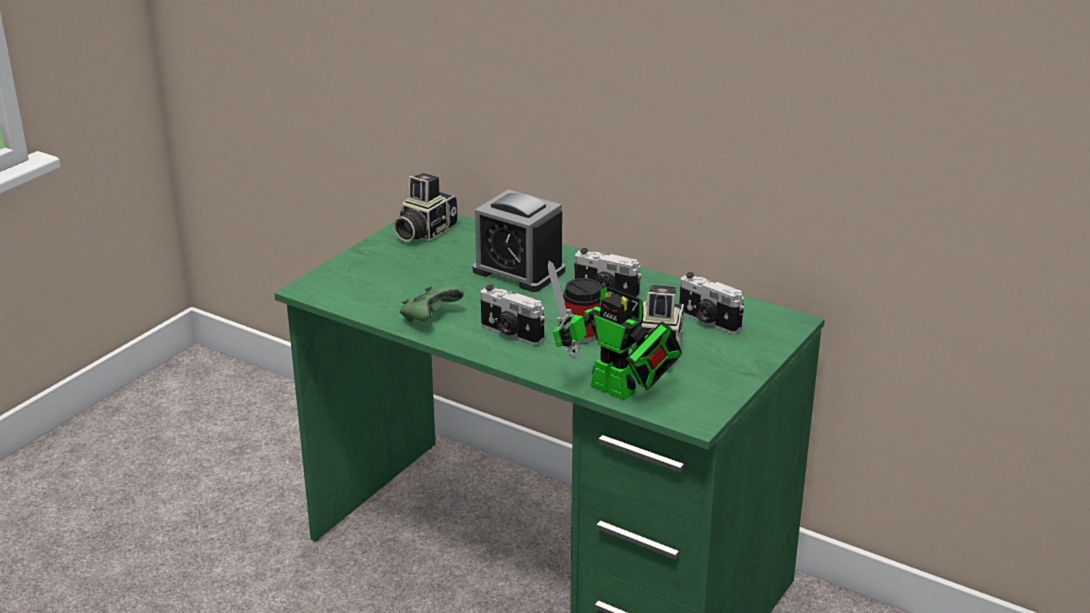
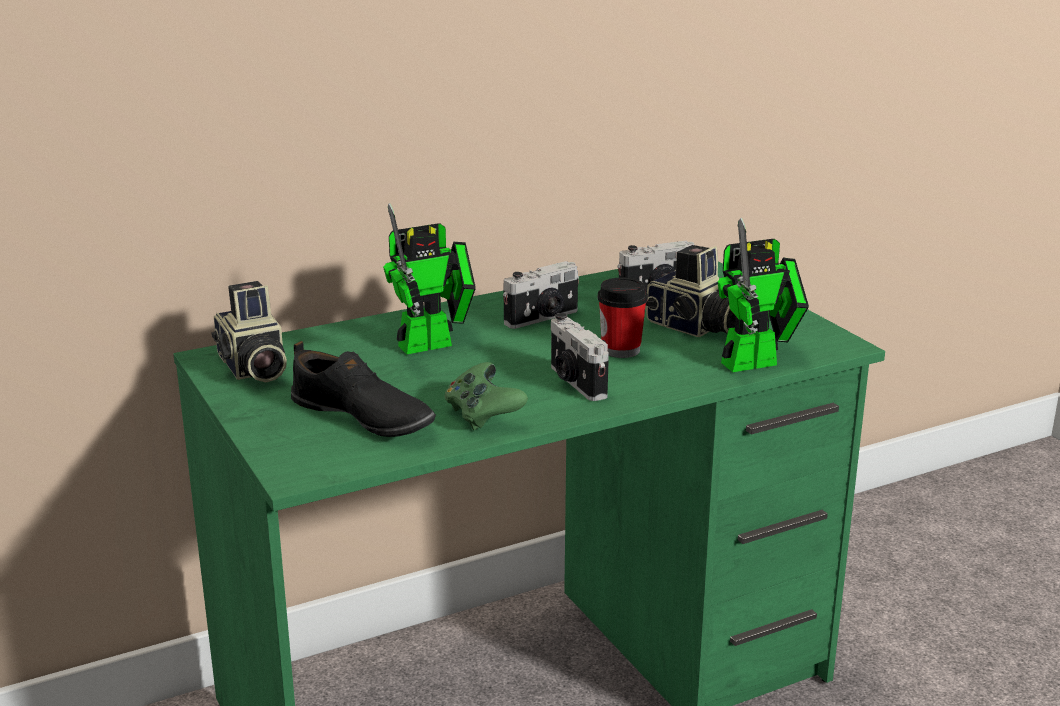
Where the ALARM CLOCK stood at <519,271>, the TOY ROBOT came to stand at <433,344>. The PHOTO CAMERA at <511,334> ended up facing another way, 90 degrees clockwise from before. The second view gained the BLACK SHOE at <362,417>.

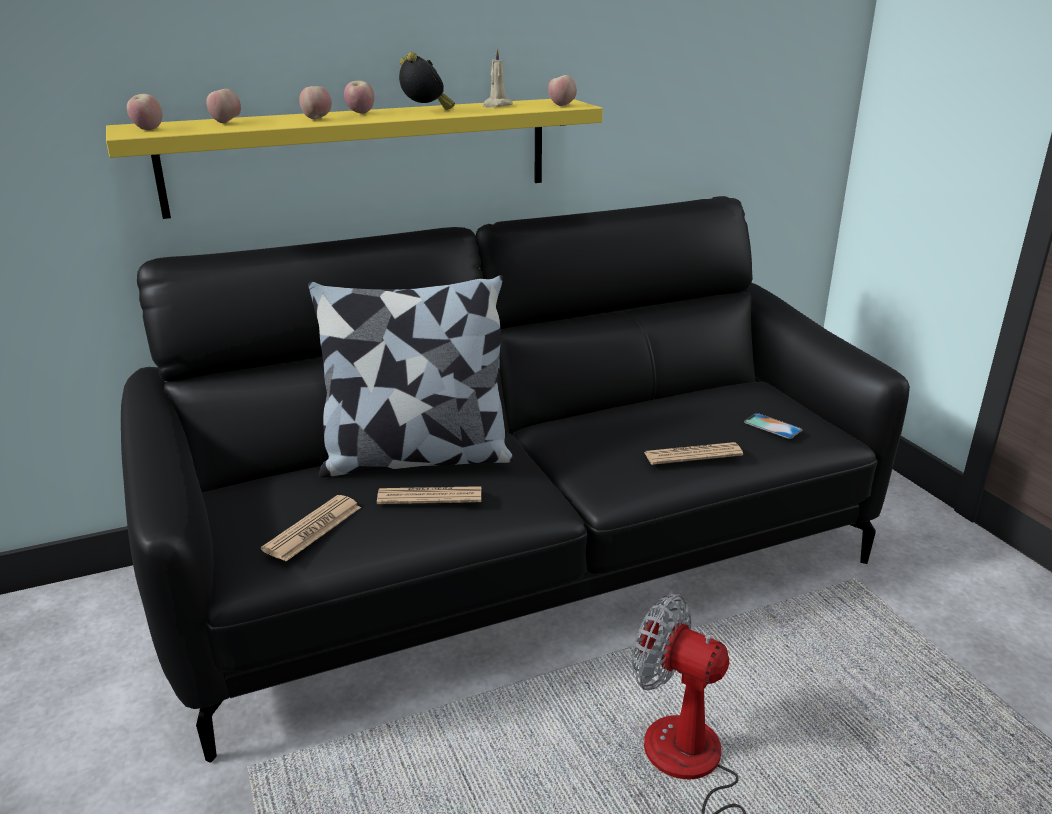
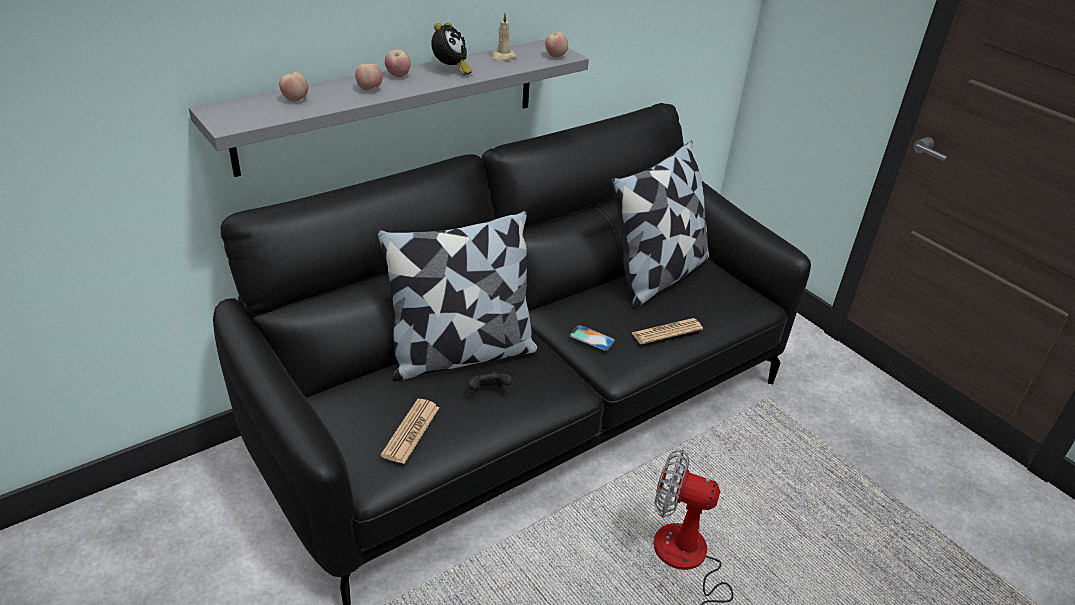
The ALARM CLOCK at <425,111> ended up facing another way, 60 degrees clockwise from before. The second view lost the APPLE at <148,129>. What was the YELLOW SHELF at <362,155> turned into the GREY SHELF at <392,104>. The PHONE ended up elsewhere, having gone from <772,426> to <592,338>. Where the NEWSPAPER stood at <430,496>, the BLACK GAME CONTROLLER came to stand at <488,391>. The second view gained the PILLOW at <657,275>.

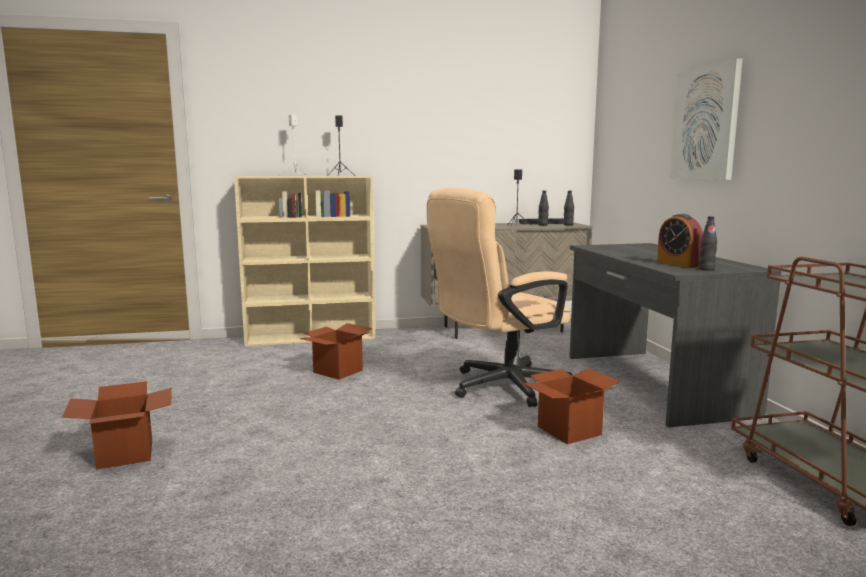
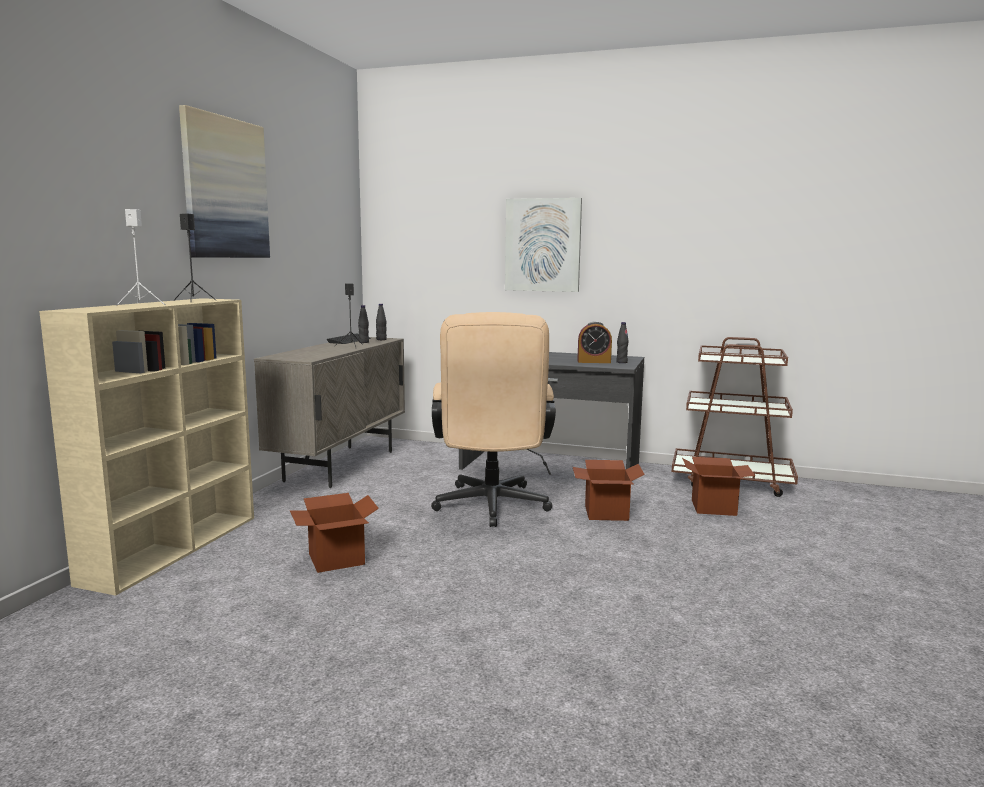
The CARDBOARD BOX ended up elsewhere, having gone from <125,454> to <713,508>. The second view gained the PICTURE at <225,188>.

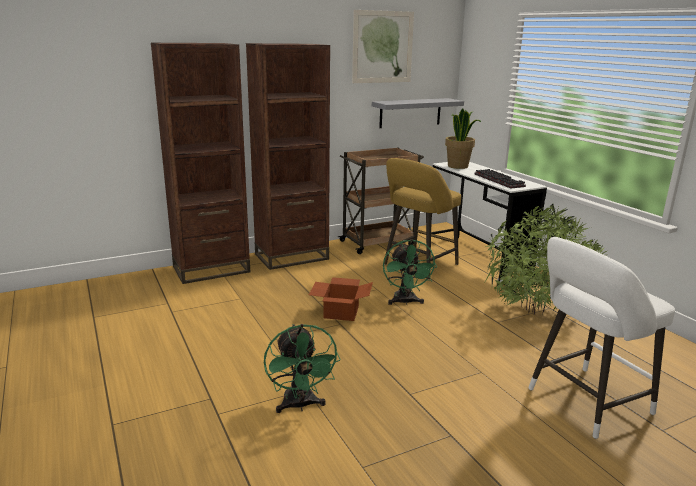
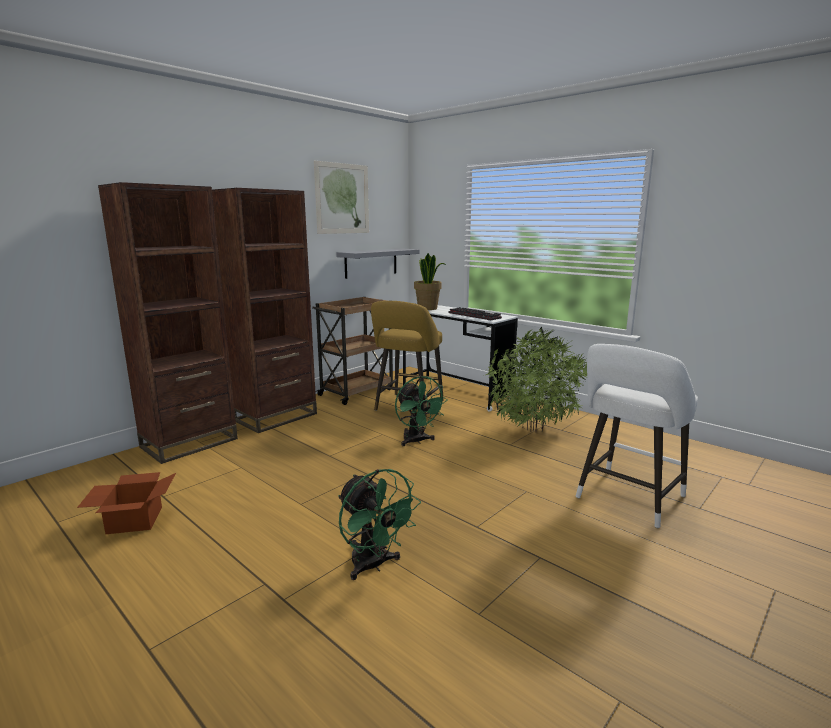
The CARDBOARD BOX ended up elsewhere, having gone from <340,312> to <133,520>.

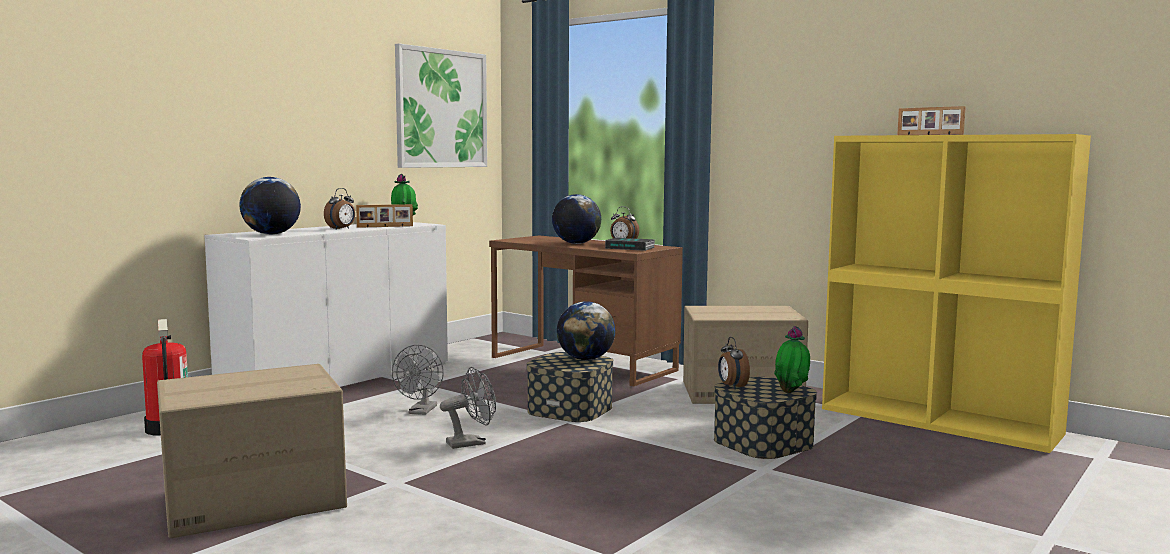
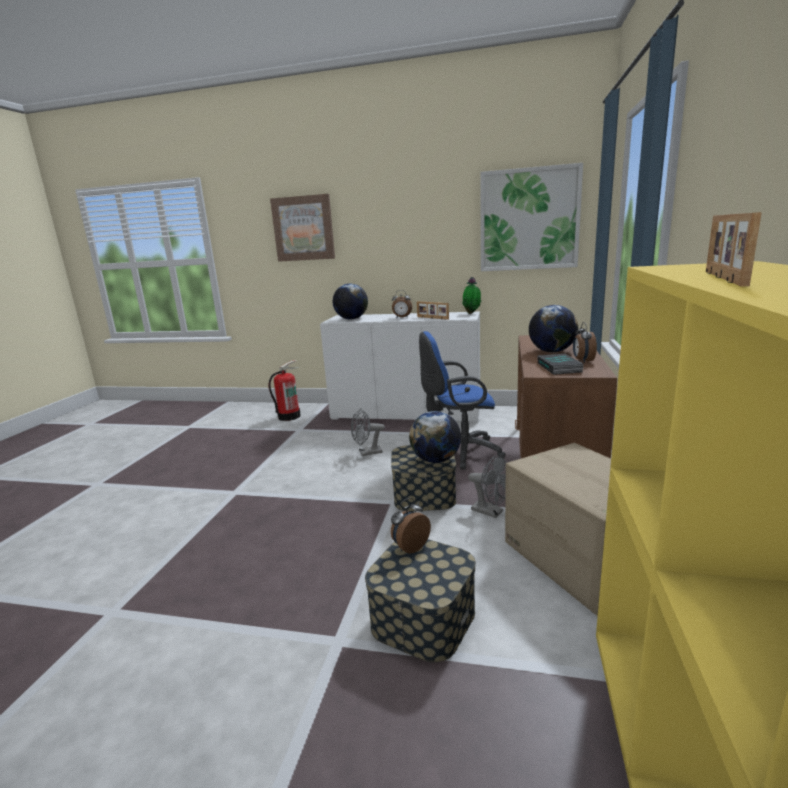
The second view lost the POTTED PLANT at <791,392>. The second view lost the CARDBOARD BOX at <253,502>. The GREY FAN ended up elsewhere, having gone from <471,443> to <491,512>. The second view gained the PICTURE at <303,228>. The second view gained the BLUE OFFICE CHAIR at <459,453>.

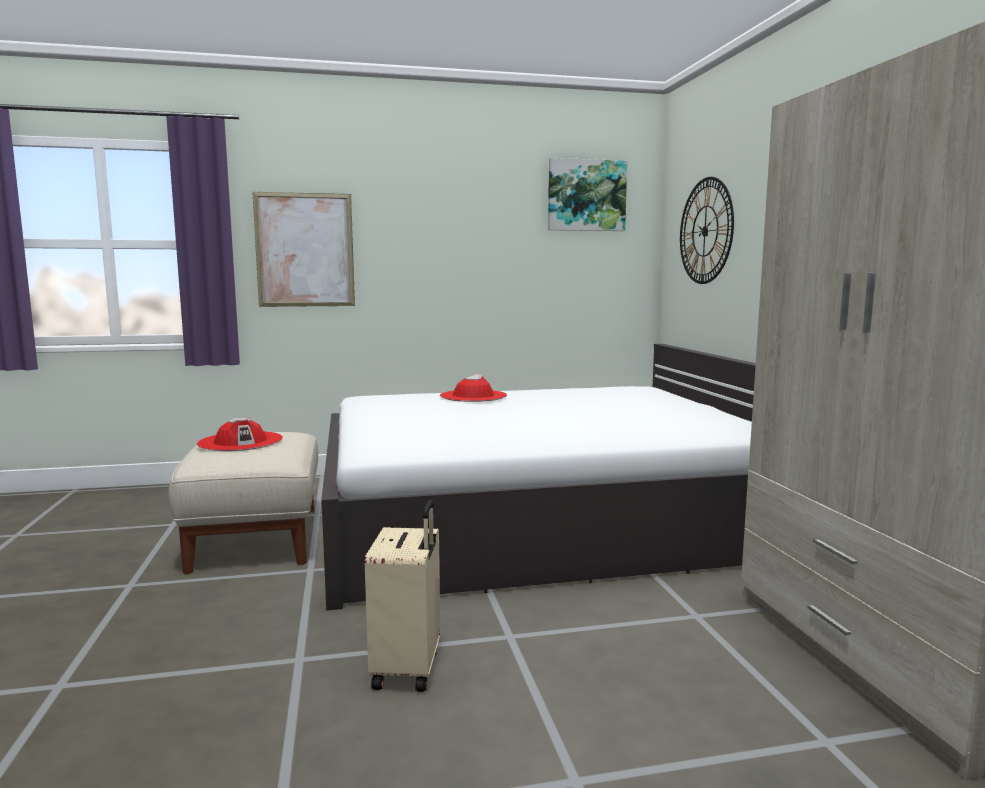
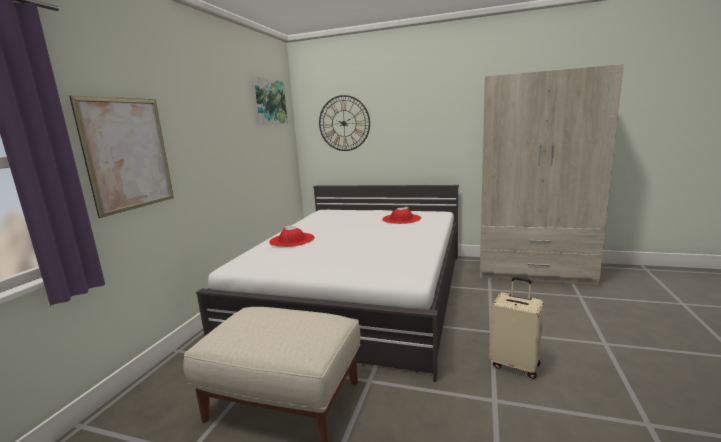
The RED HAT ended up elsewhere, having gone from <240,441> to <401,219>.

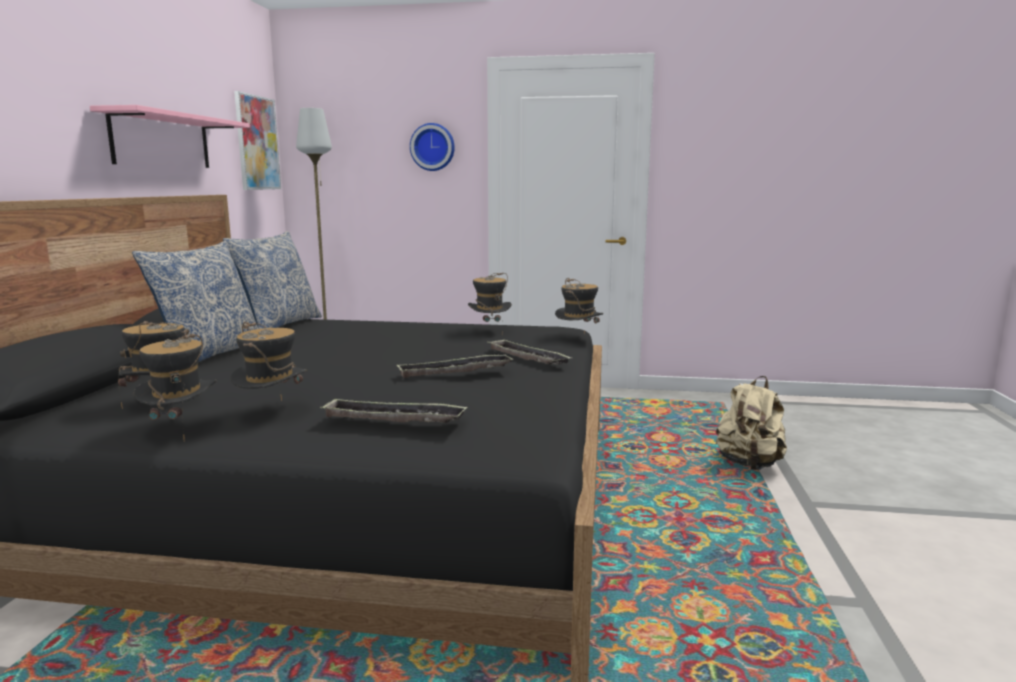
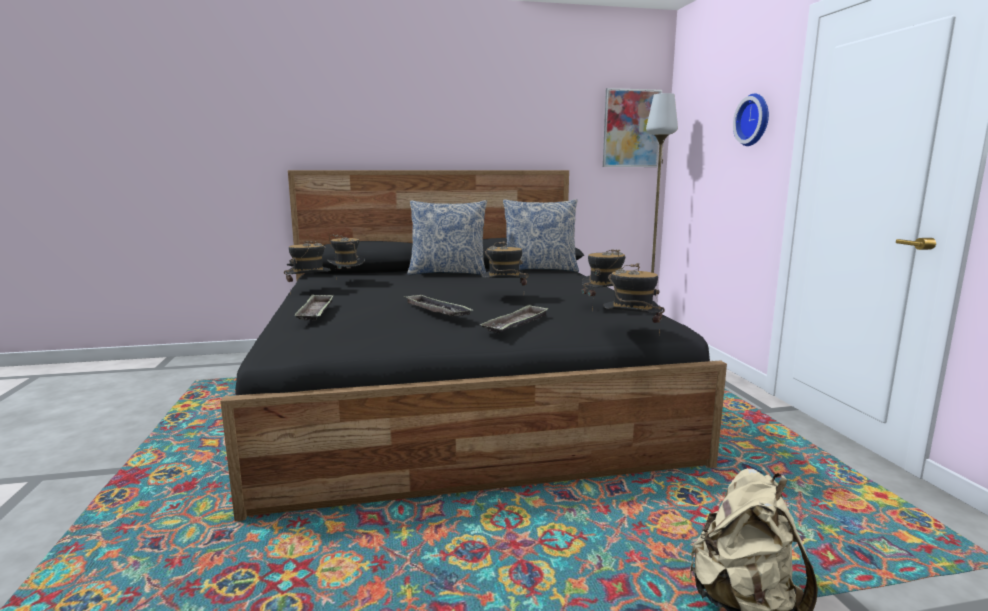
The second view lost the PINK SHELF at <162,141>. The HAT ended up elsewhere, having gone from <273,412> to <504,297>.

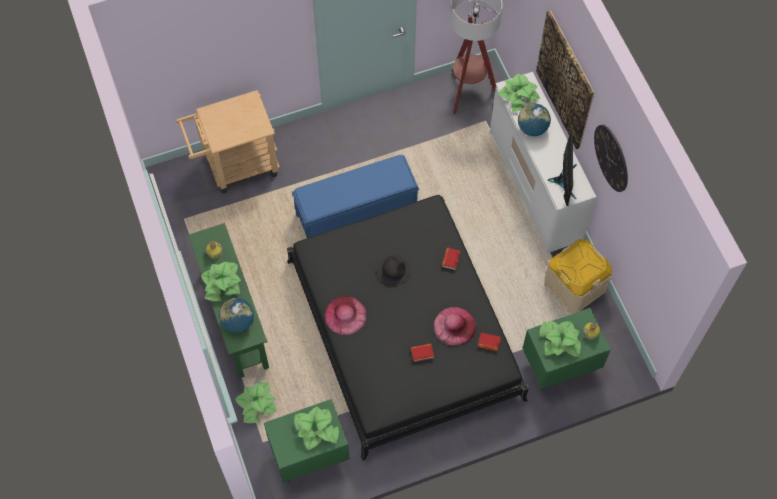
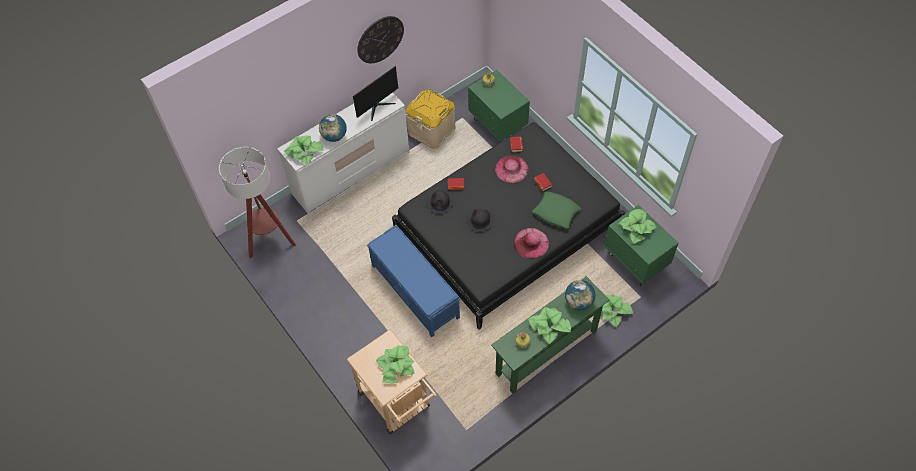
The second view lost the PICTURE at <565,80>. The MONITOR at <564,180> ended up facing another way, 150 degrees clockwise from before. The POTTED PLANT ended up elsewhere, having gone from <559,340> to <396,366>. The second view gained the BLACK HAT at <440,203>. The second view gained the GREEN PILLOW at <556,212>.

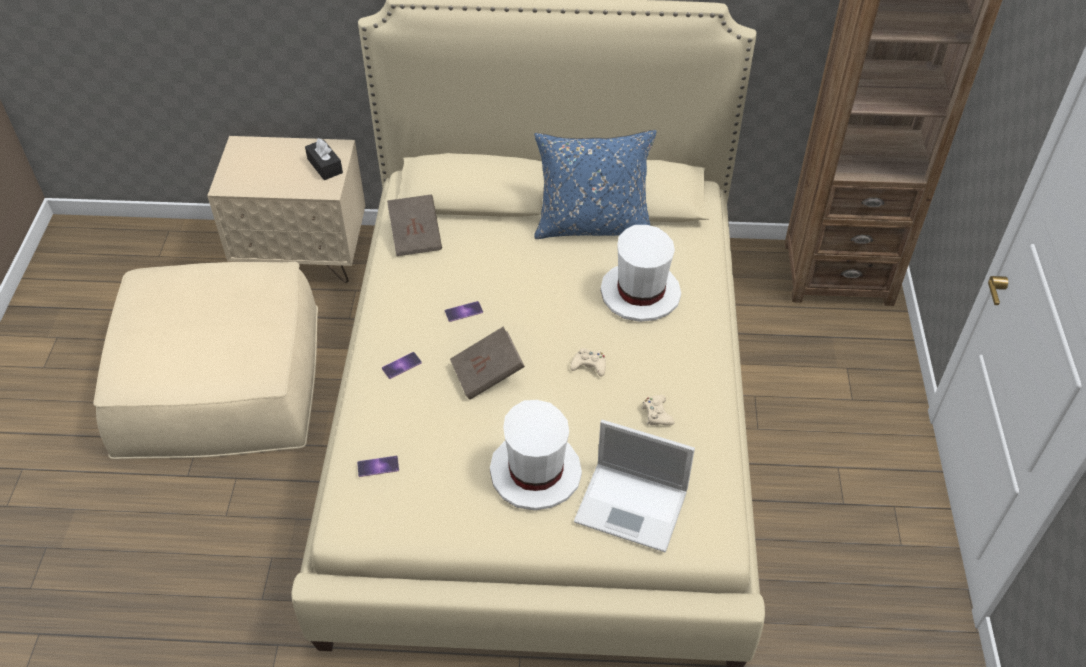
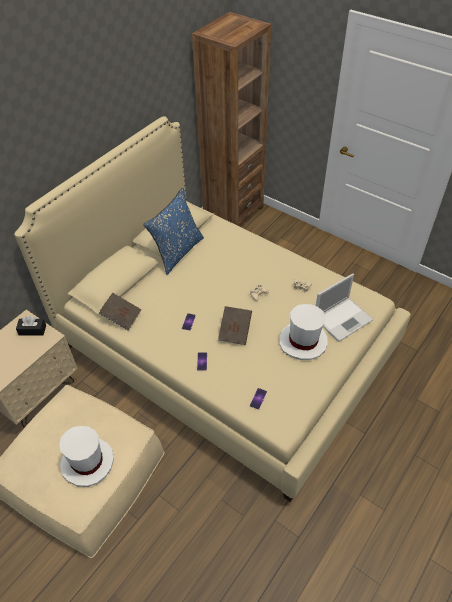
The WHITE HAT ended up elsewhere, having gone from <640,293> to <87,462>.

